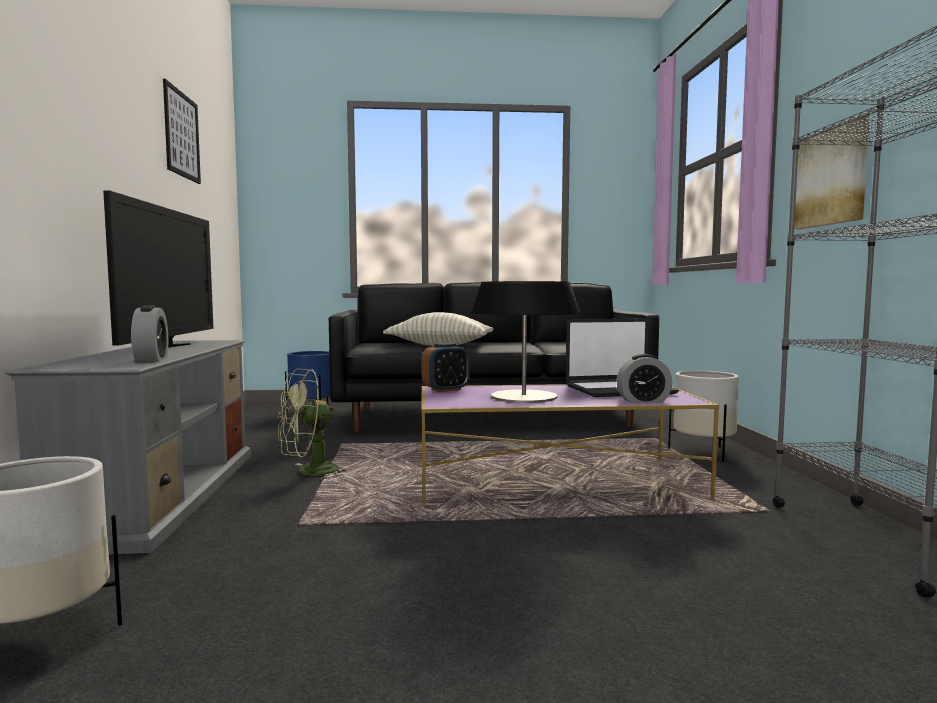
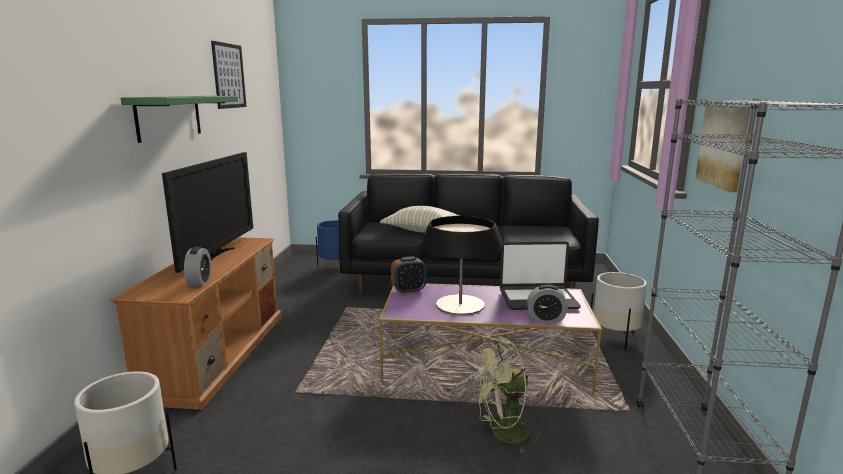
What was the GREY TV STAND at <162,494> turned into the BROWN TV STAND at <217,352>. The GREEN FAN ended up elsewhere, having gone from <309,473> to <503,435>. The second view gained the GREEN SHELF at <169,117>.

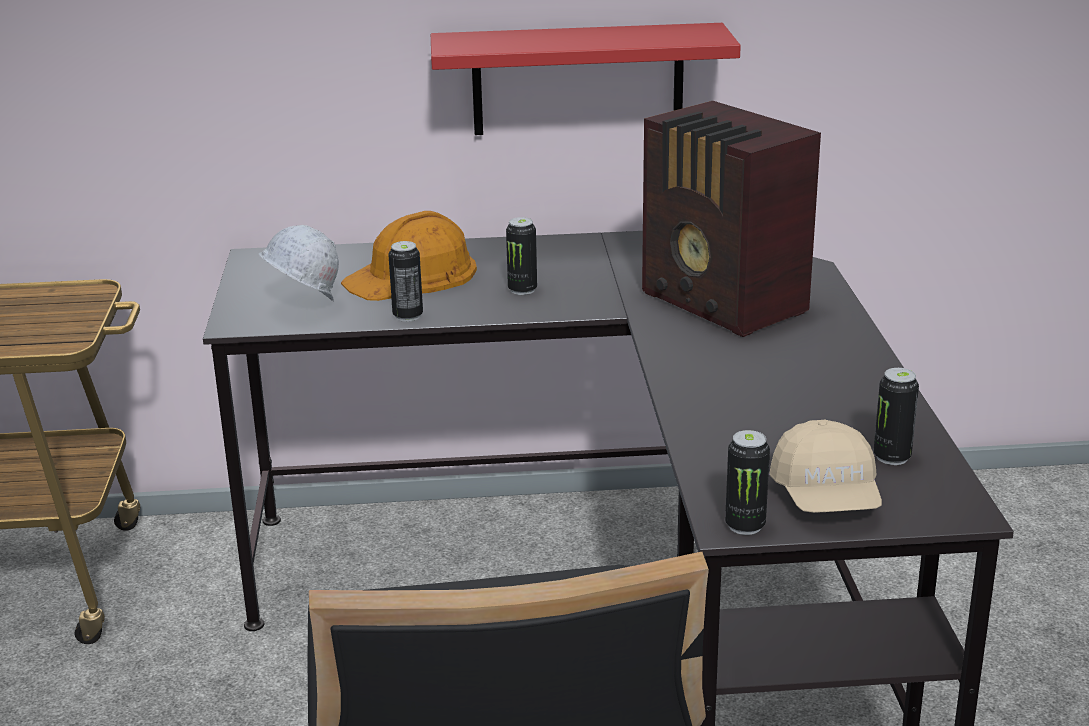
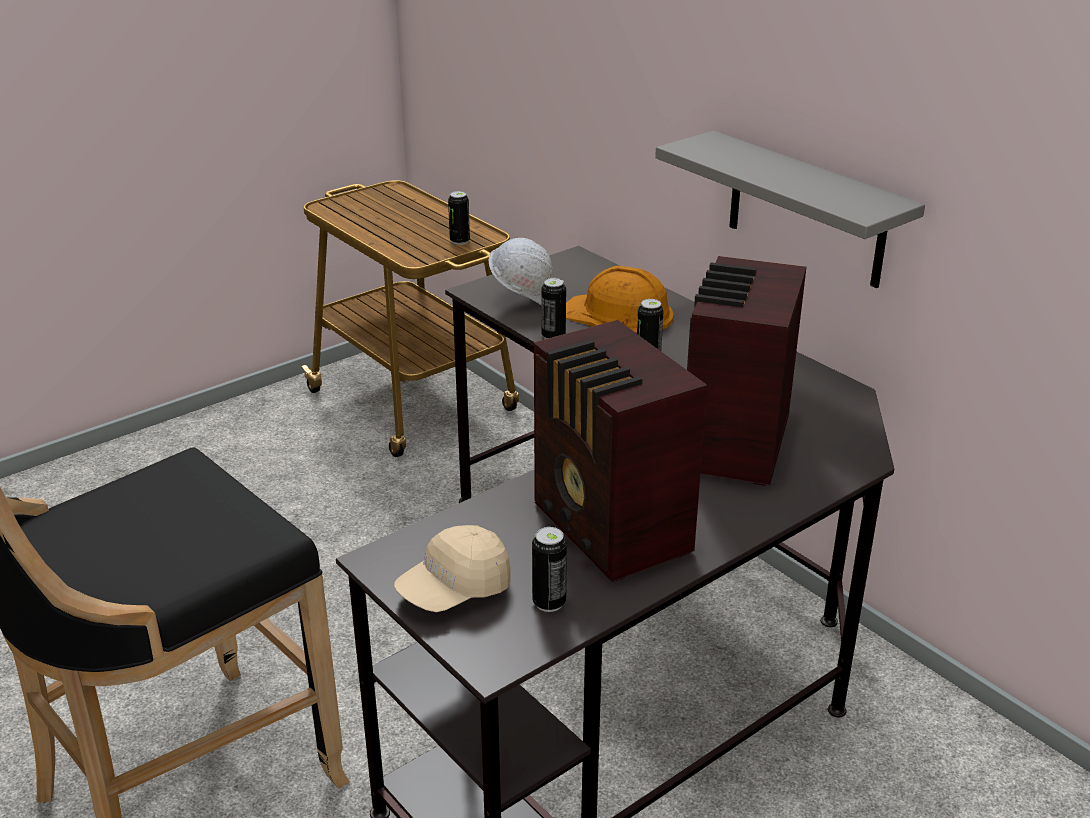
What was the RED SHELF at <578,79> turned into the GREY SHELF at <806,210>. The CAN ended up elsewhere, having gone from <745,526> to <460,241>. The second view gained the RADIO at <611,531>.

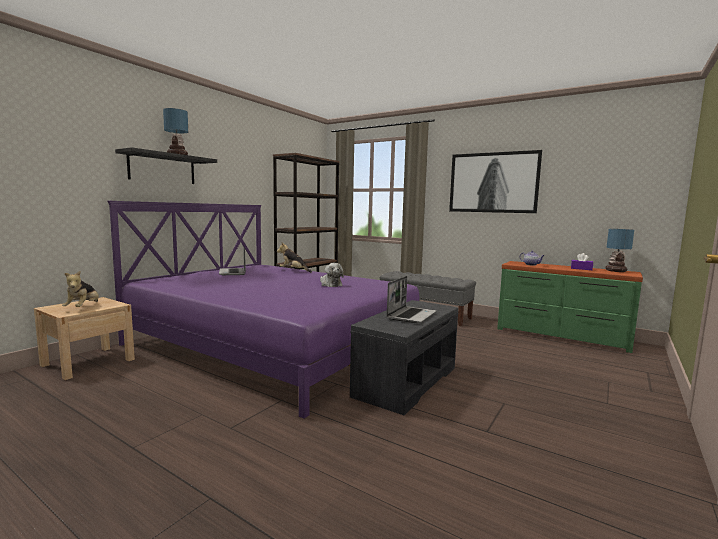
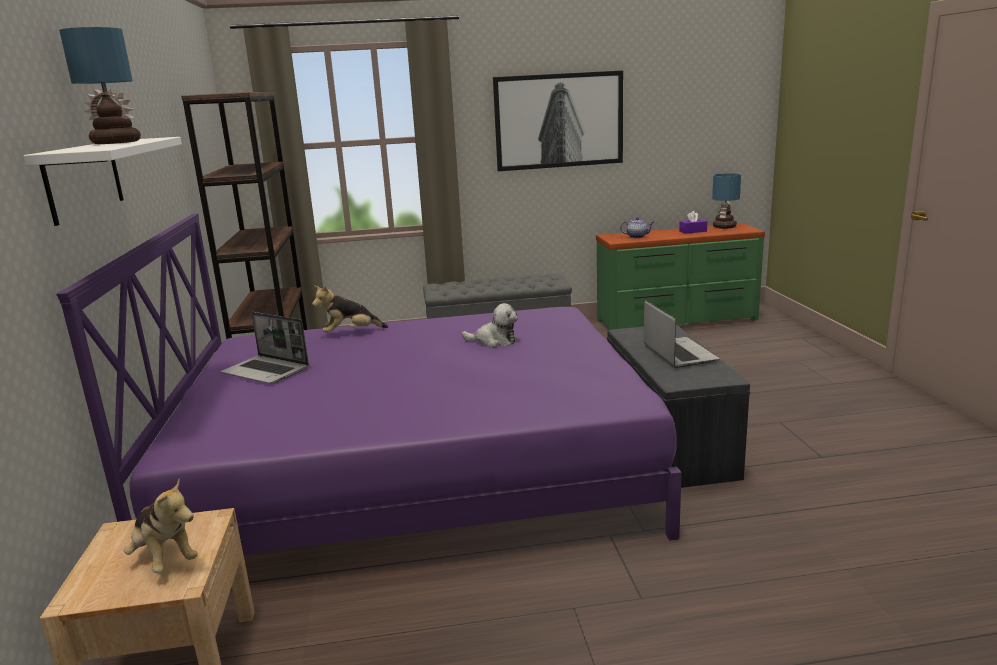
What was the BLACK SHELF at <162,168> turned into the WHITE SHELF at <84,179>.

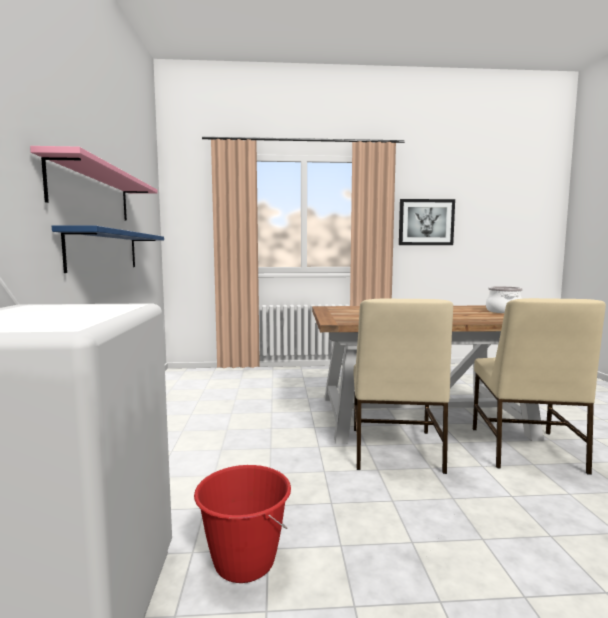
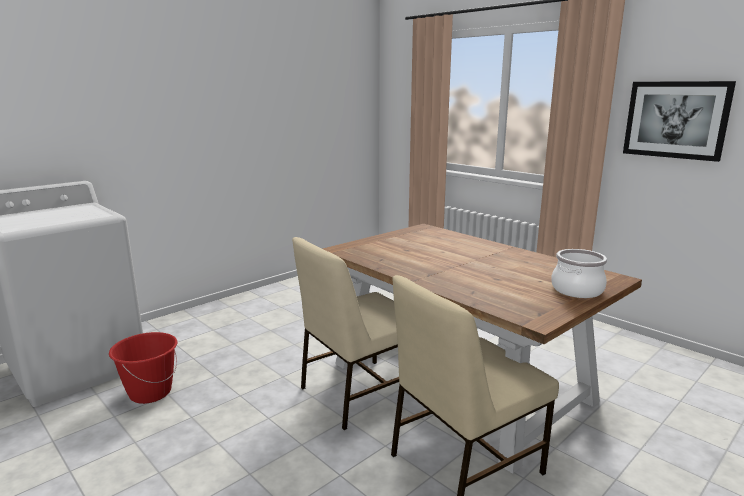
The second view lost the PINK SHELF at <92,193>. The second view lost the BLUE SHELF at <104,250>.

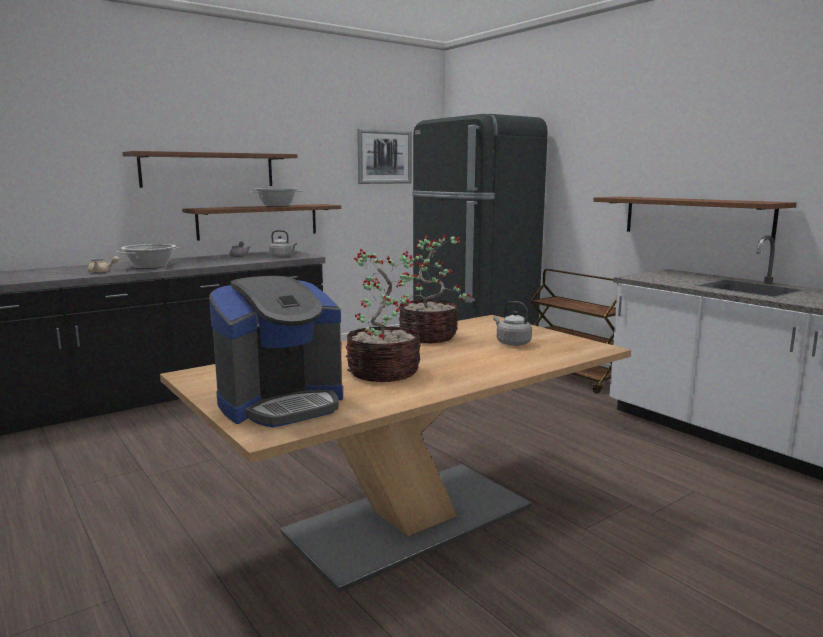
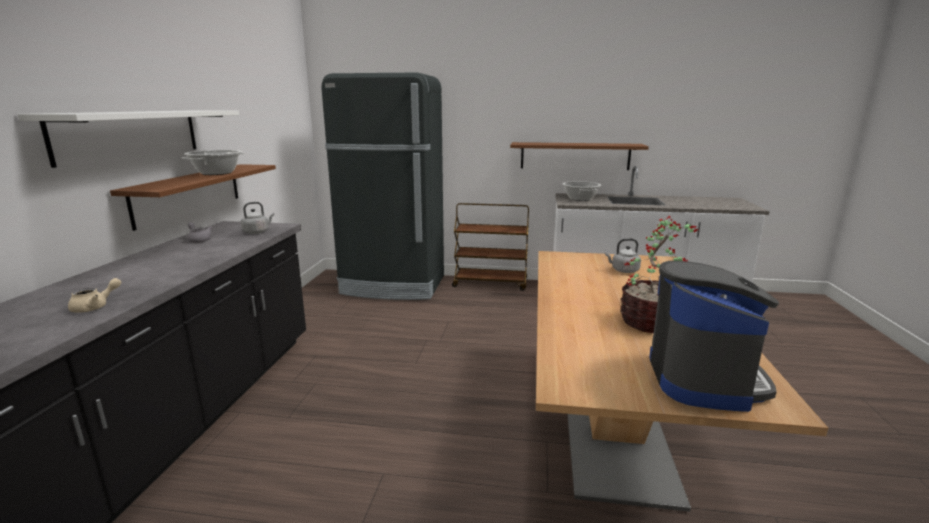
The second view lost the PICTURE at <384,157>. What was the BROWN SHELF at <208,170> turned into the WHITE SHELF at <131,134>. The second view lost the POTTED PLANT at <430,337>. The COOKING POT ended up elsewhere, having gone from <150,267> to <580,199>.

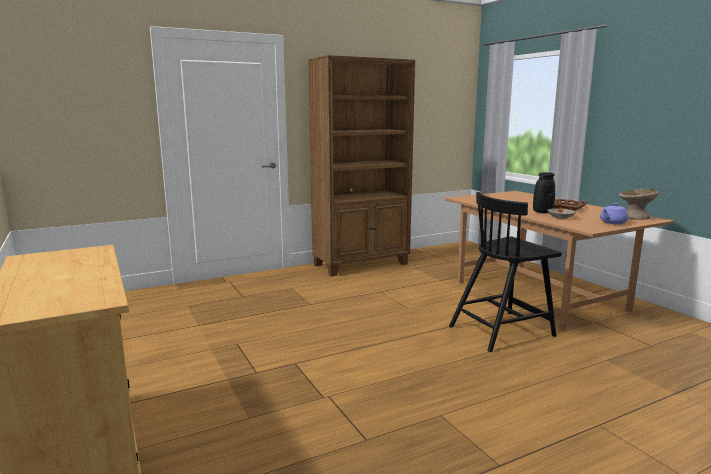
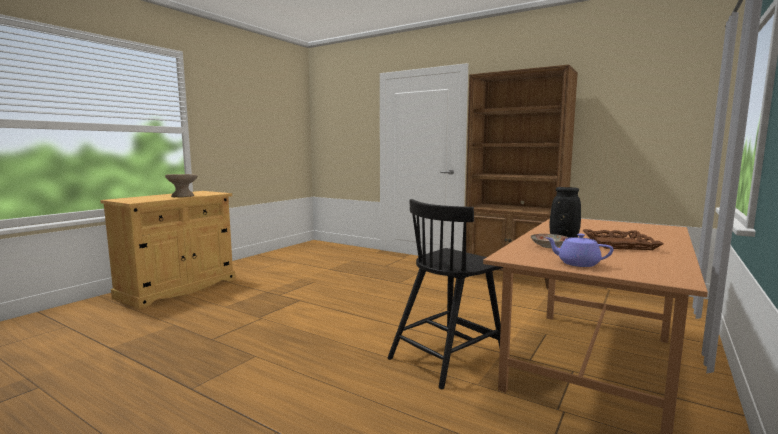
The BEIGE BOWL ended up elsewhere, having gone from <635,217> to <182,196>. The BLACK CHAIR at <502,330> ended up facing another way, 75 degrees counterclockwise from before.

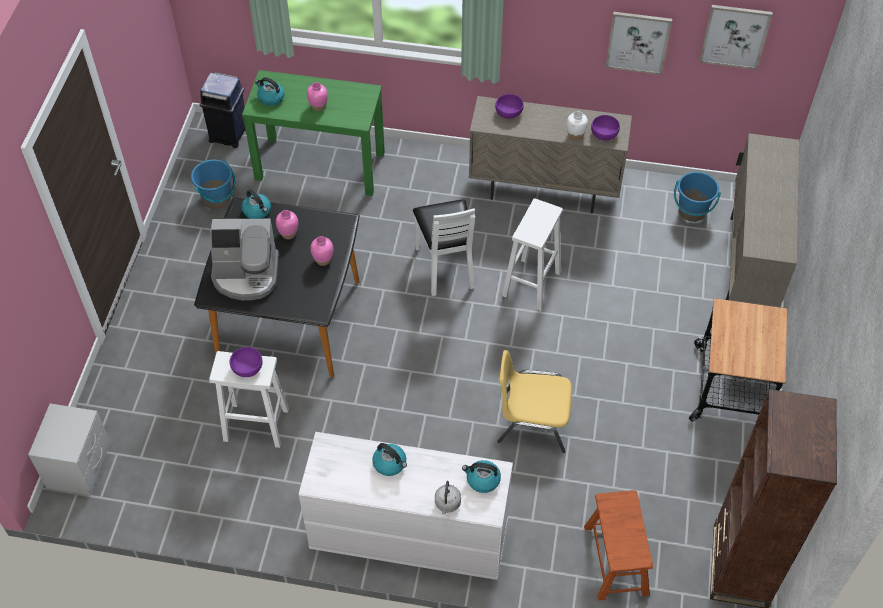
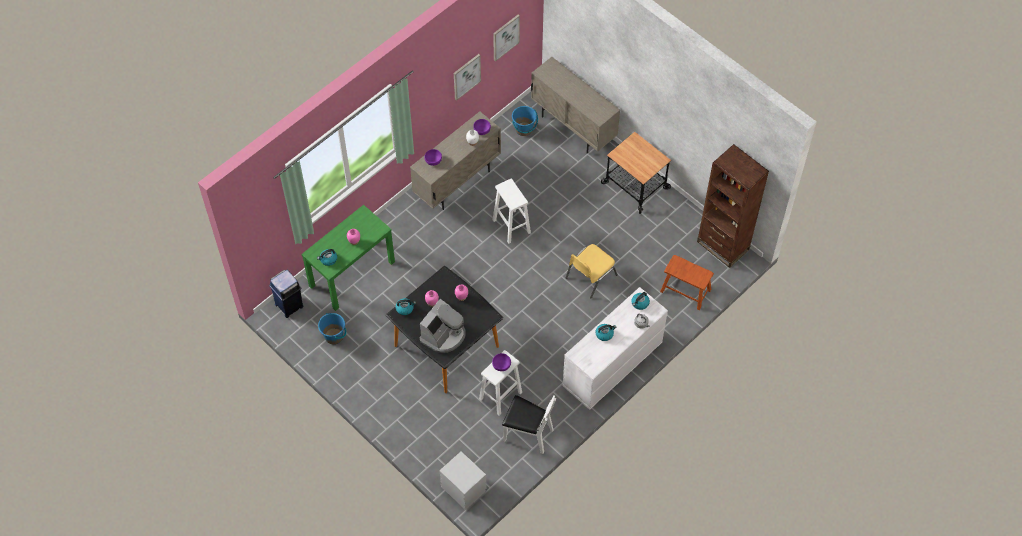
The WHITE CHAIR ended up elsewhere, having gone from <446,266> to <528,434>.

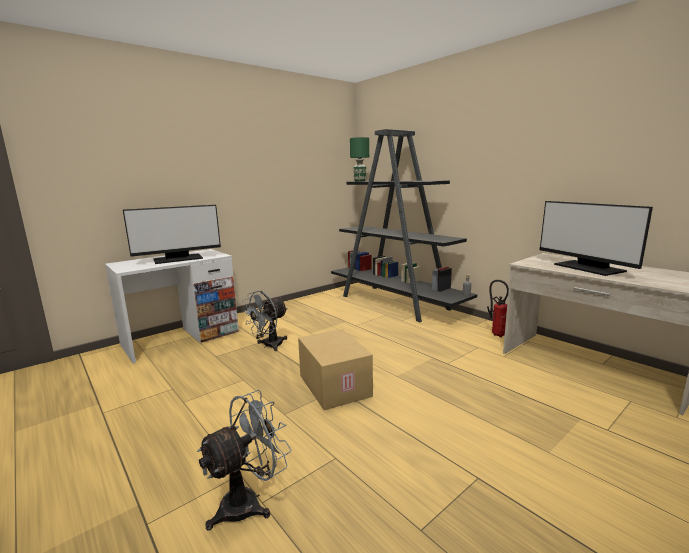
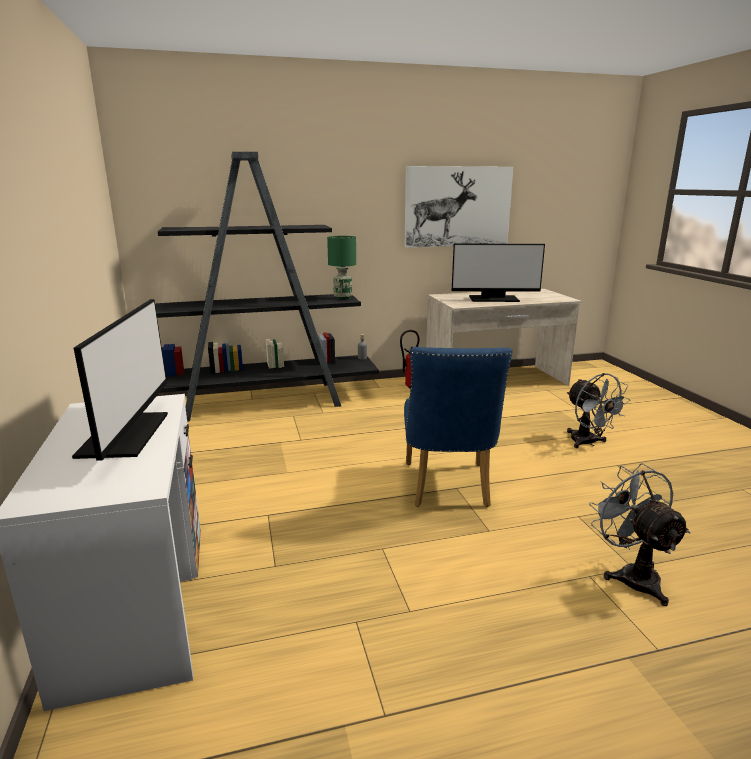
The GREEN TABLE LAMP ended up elsewhere, having gone from <360,181> to <343,298>. The GREY FAN ended up elsewhere, having gone from <269,346> to <588,443>. Where the CARDBOARD BOX stood at <333,385>, the BLUE CHAIR came to stand at <447,489>. The second view gained the PICTURE at <458,206>.

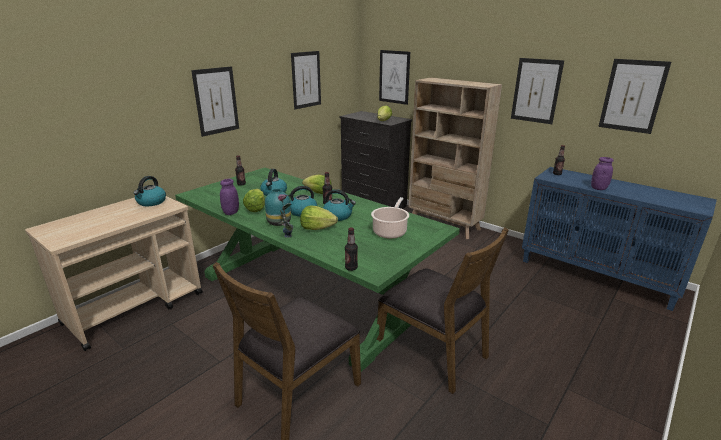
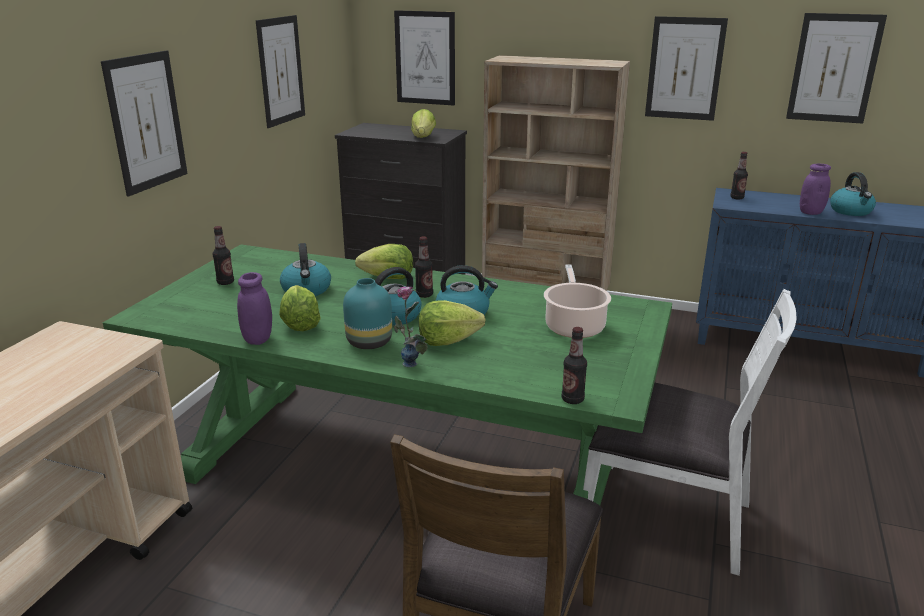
The KETTLE ended up elsewhere, having gone from <151,202> to <851,211>. What was the BROWN CHAIR at <433,352> turned into the WHITE CHAIR at <667,517>.

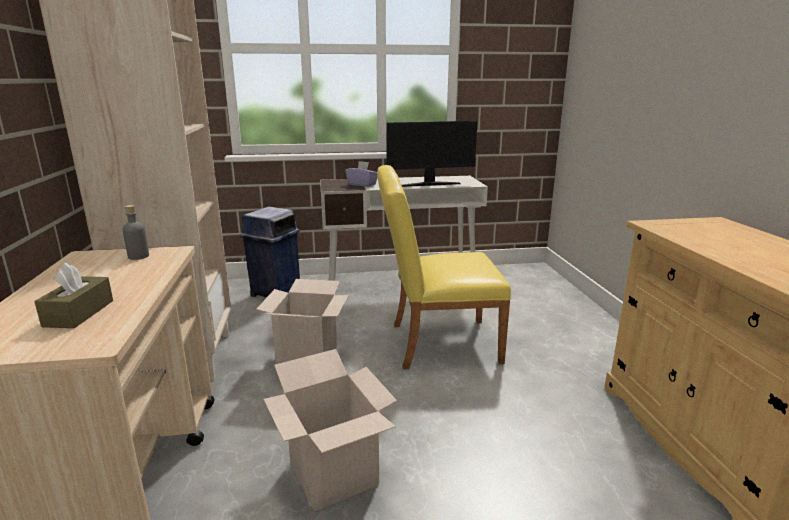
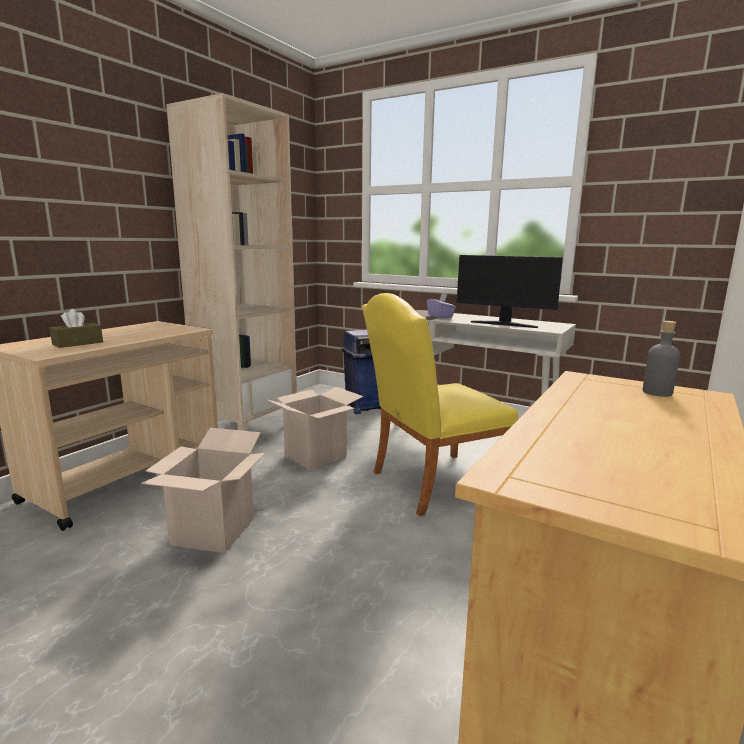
The YELLOW CHAIR at <436,343> ended up facing another way, 60 degrees counterclockwise from before. The GREY BOTTLE ended up elsewhere, having gone from <138,256> to <657,392>.

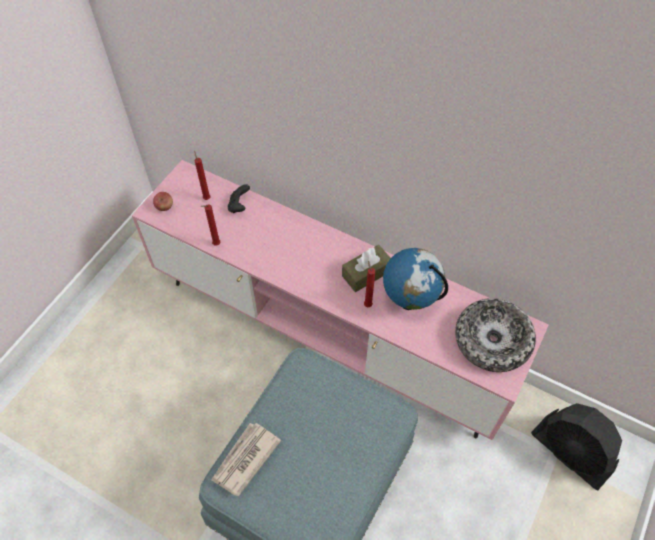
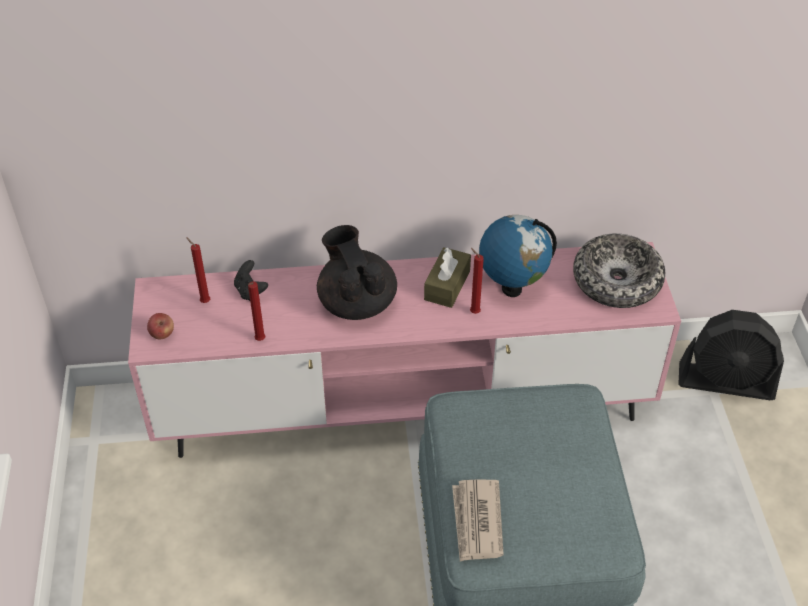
The second view gained the BLACK TEAPOT at <356,302>.

